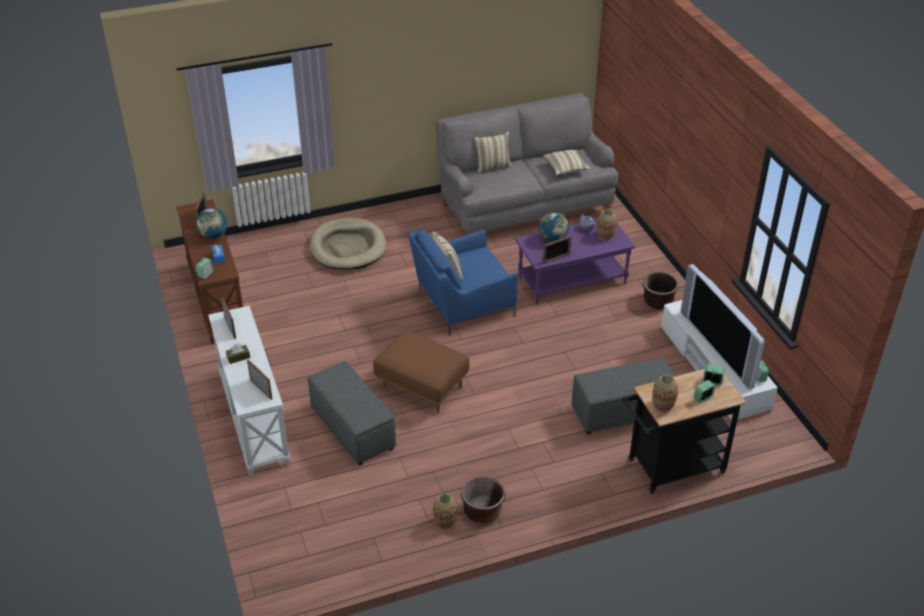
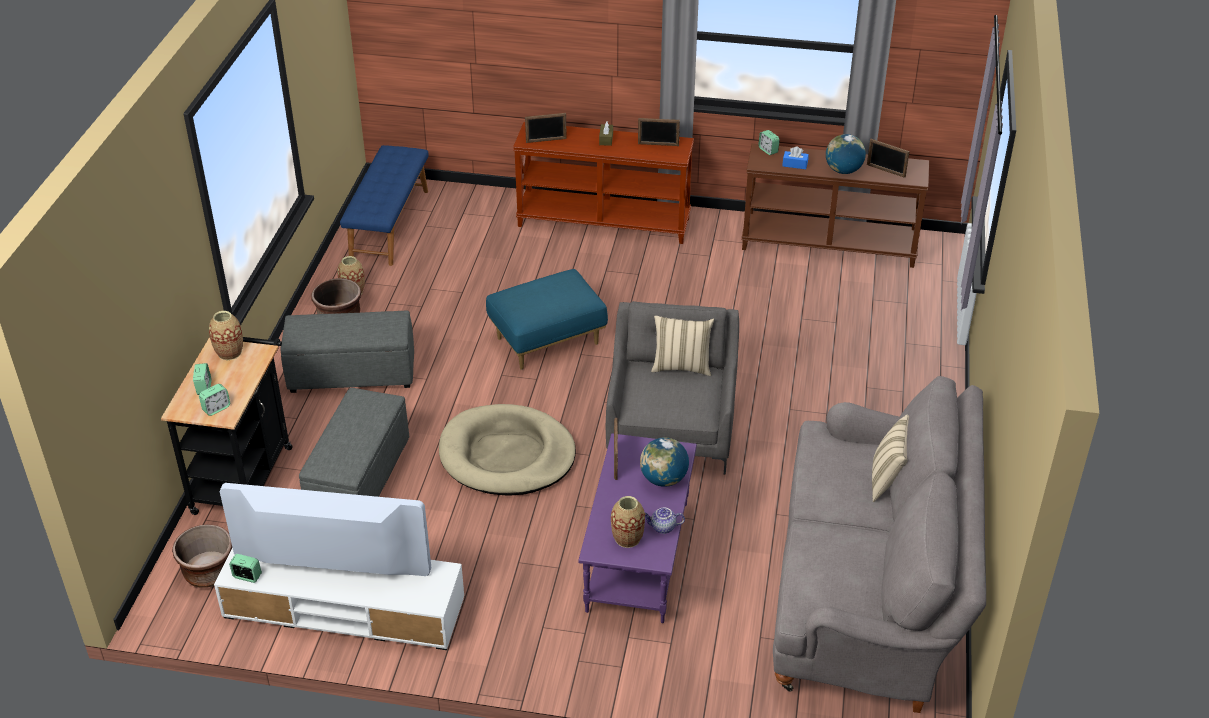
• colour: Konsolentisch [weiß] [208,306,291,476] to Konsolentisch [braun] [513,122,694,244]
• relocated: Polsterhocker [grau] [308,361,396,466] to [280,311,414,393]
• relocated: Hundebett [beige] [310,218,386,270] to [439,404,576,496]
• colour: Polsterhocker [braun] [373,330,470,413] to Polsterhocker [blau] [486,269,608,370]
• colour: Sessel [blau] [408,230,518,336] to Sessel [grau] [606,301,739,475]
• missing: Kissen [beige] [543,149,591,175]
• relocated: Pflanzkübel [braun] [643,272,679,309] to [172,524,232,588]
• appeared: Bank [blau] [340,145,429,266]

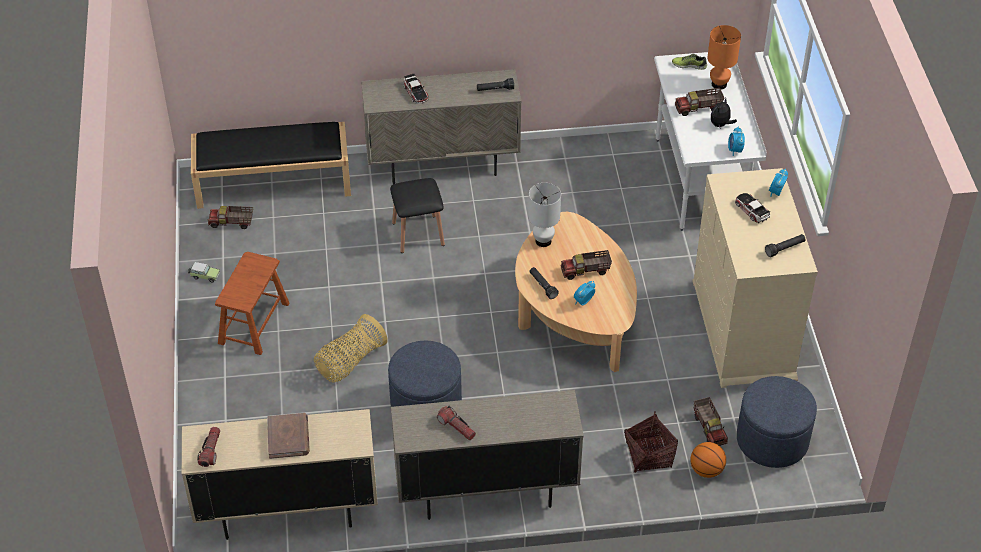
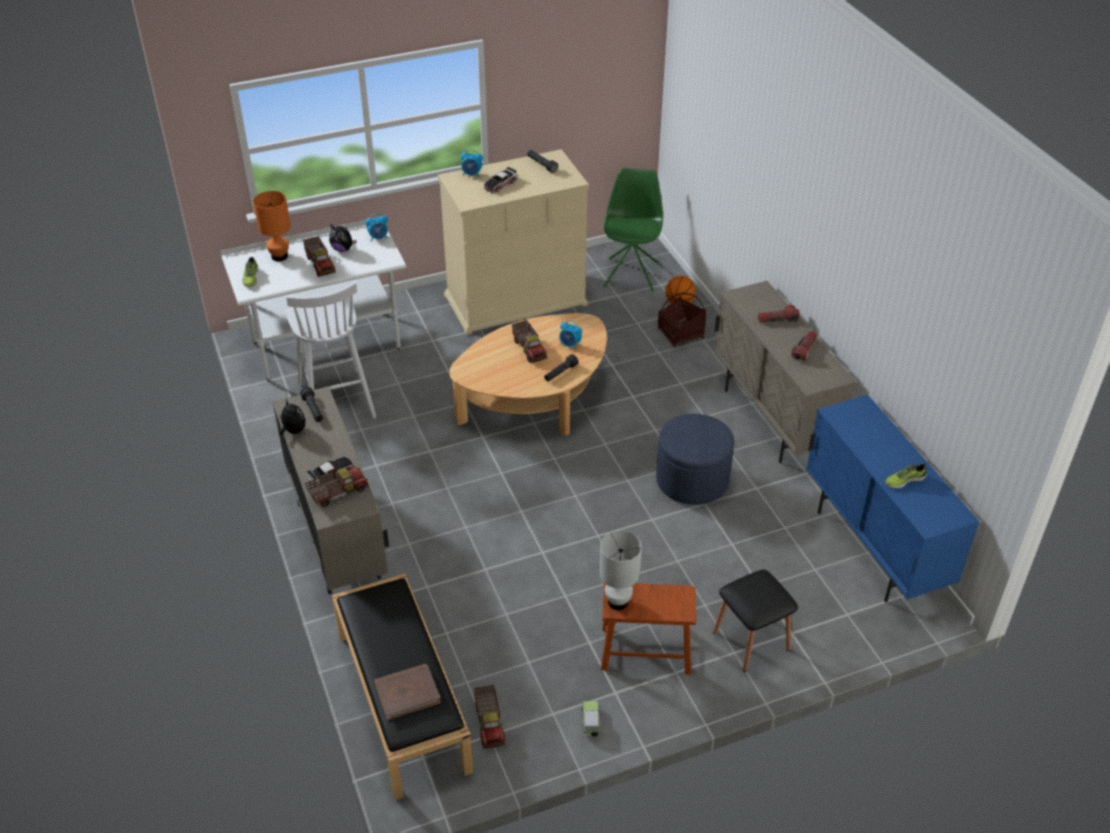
• colour: Schrank [beige] [182,409,378,540] to Schrank [blau] [806,395,979,602]
• relocated: Taschenlampe [197,427,220,467] to [758,305,800,322]
• relocated: Buch [braun] [267,413,310,459] to [374,664,441,720]
• missing: Korb [314,314,388,383]
• relocated: Hocker [schwarz] [390,178,445,253] to [713,570,798,672]
• relocated: Tischlampe [weiß] [528,183,561,247] to [599,530,642,610]
• relocated: Spielzeuglaster [694,397,728,446] to [305,468,368,507]
• exchanged: Polsterhocker [blau] [737,376,817,468] to Stuhl [grün] [603,168,663,292]
• appeared: Plüschtier [279,399,306,435]
• appeared: Hocker [weiß] [284,282,376,418]
• appeared: Schuh [885,463,927,488]

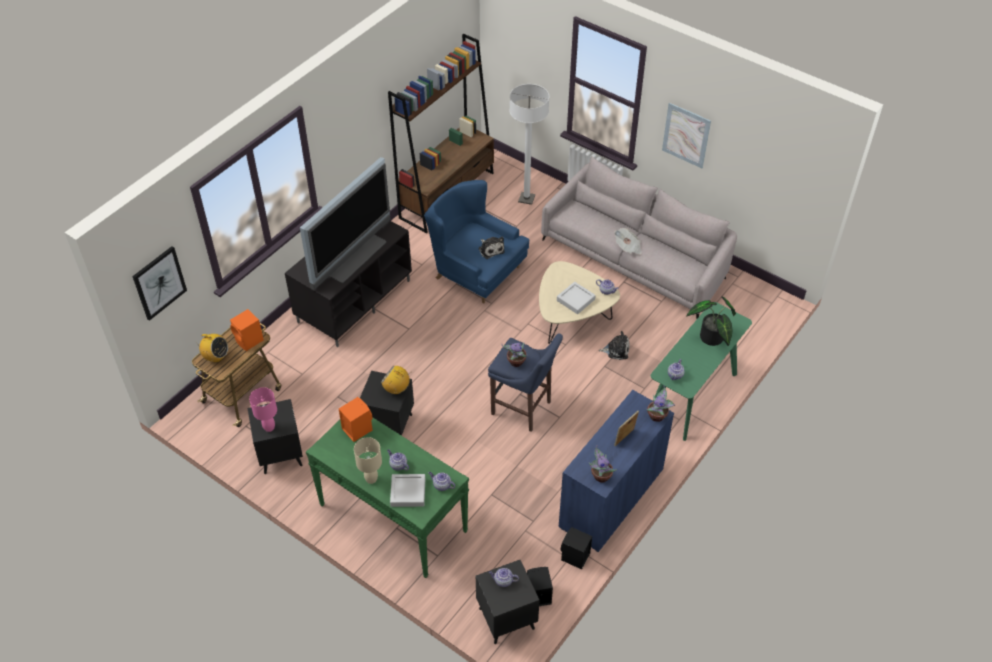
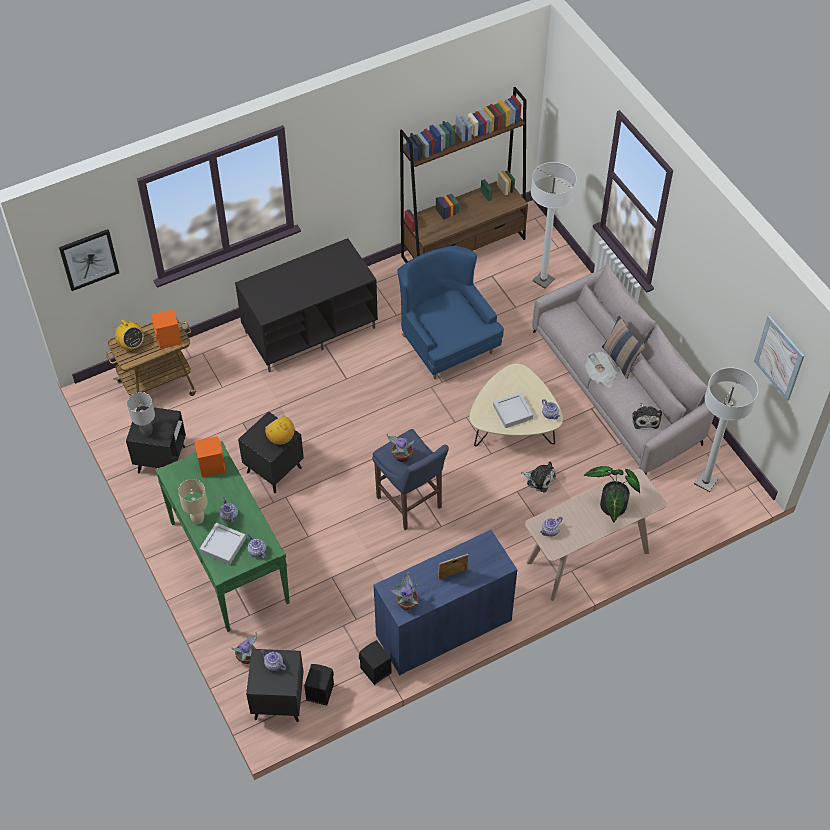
• colour: Tischlampe [rosa] [249,387,277,432] to Tischlampe [grau] [127,392,155,436]
• missing: Fernseher [300,157,391,290]
• relocated: Plüschtier [479,236,505,259] to [632,403,662,429]
• relocated: Topfpflanze [646,386,675,422] to [231,632,257,664]
• colour: Konsolentisch [grün] [651,302,752,441] to Konsolentisch [beige] [525,469,667,601]
• relocated: Bild [662,103,711,168] to [754,316,804,401]
• appeared: Kissen [602,316,645,379]
• appeared: Stehlampe [weiß] [694,367,758,492]

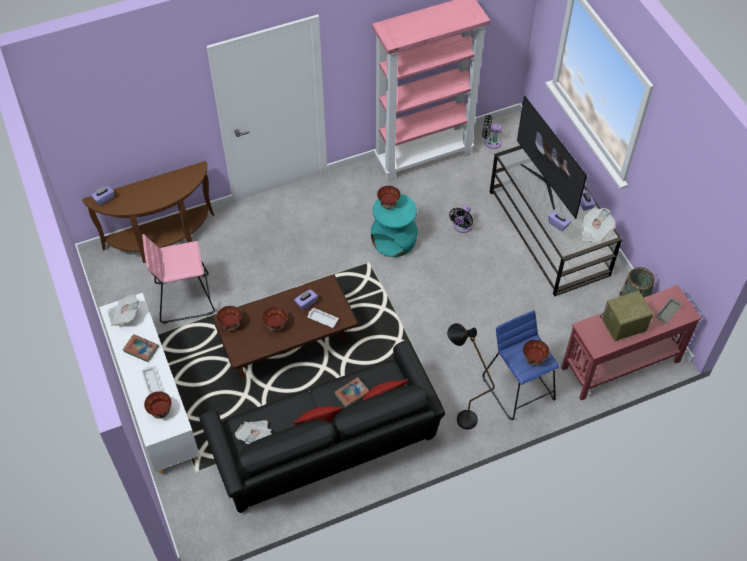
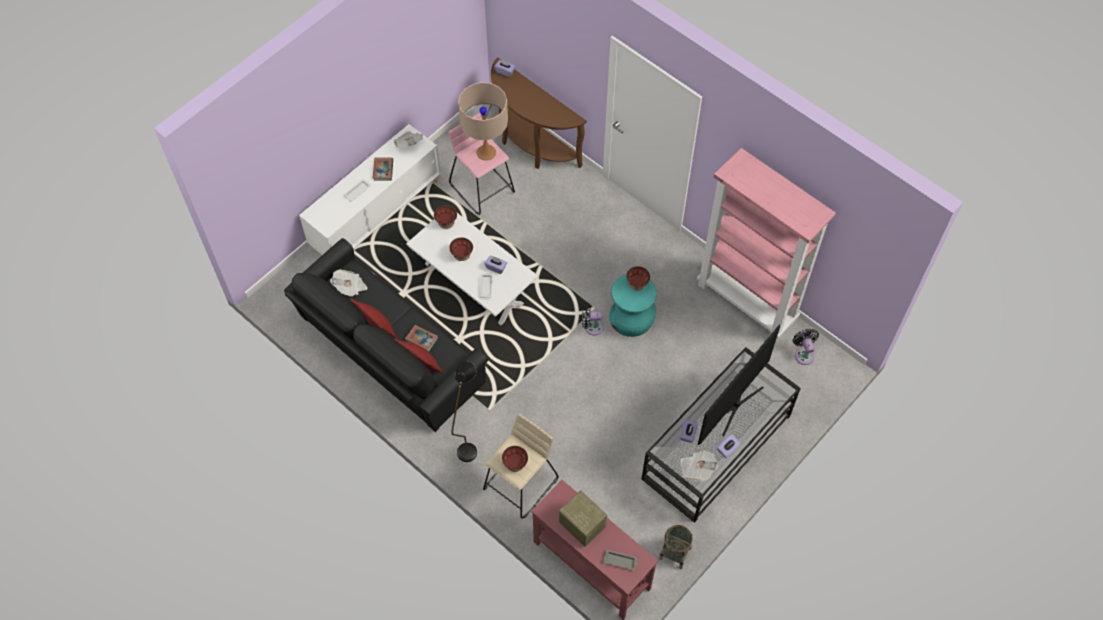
• missing: Schüssel [144,391,172,419]
• colour: Couchtisch [braun] [212,275,359,379] to Couchtisch [weiß] [406,213,538,325]
• relocated: Ventilator [schwarz] [449,205,473,233] to [582,302,604,336]
• colour: Hocker [blau] [482,310,560,420] to Hocker [beige] [483,414,559,519]
• appeared: Tischlampe [beige] [458,82,508,160]

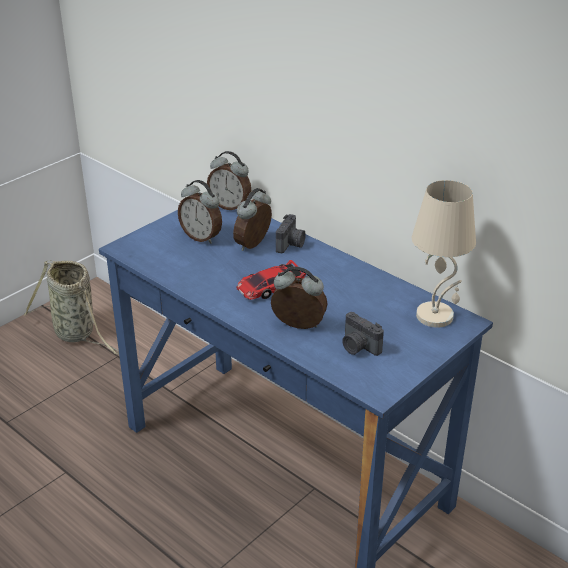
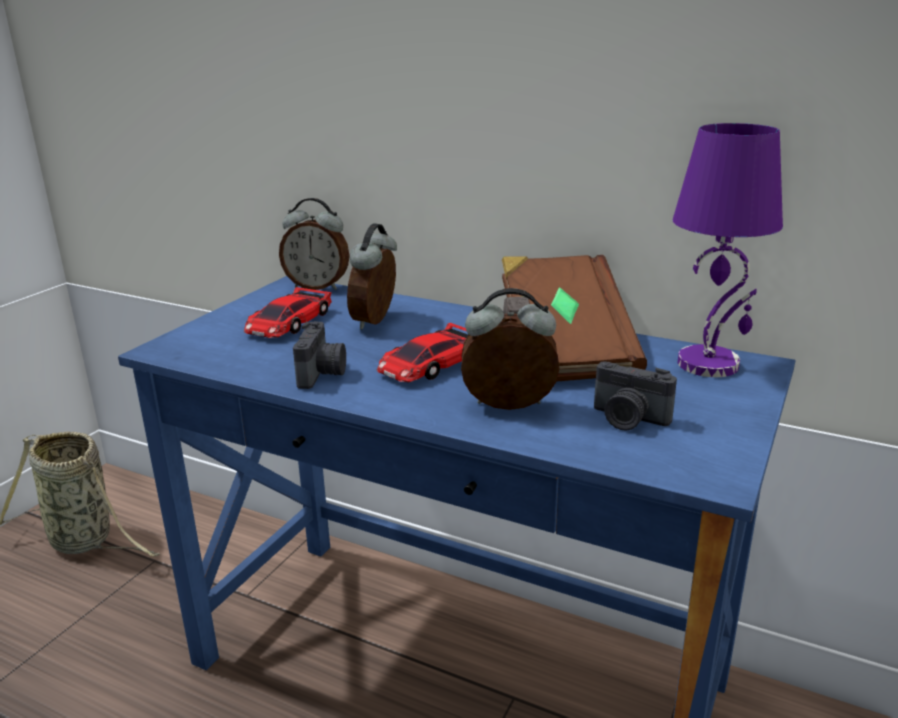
• exchanged: Wecker [178,180,222,244] to Spielzeugauto [244,287,332,338]
• relocated: Kamera [276,214,306,253] to [293,321,346,389]
• colour: Tischlampe [beige] [412,180,476,328] to Tischlampe [lila] [673,123,783,377]
• appeared: Buch [braun] [502,255,647,382]

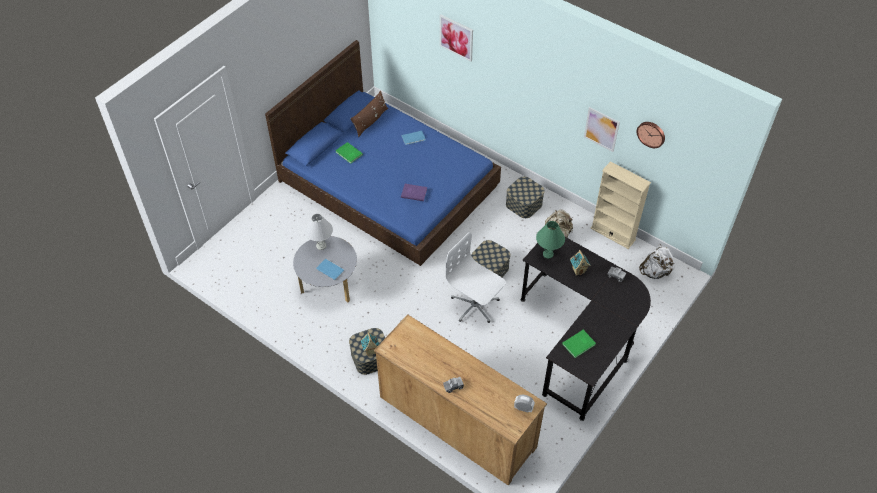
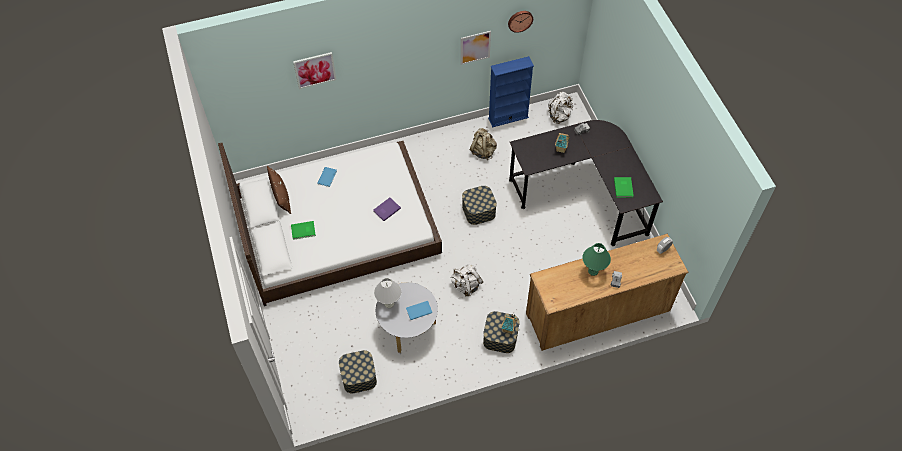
• colour: Bett [blau] [265,40,501,266] to Bett [weiß] [218,141,442,306]
• missing: Bürostuhl [weiß] [445,232,506,323]
• relocated: Aufbewahrungsbox [506,177,545,218] to [339,350,377,393]
• relocated: Tischlampe [grün] [536,221,565,259] to [582,243,611,276]
• colour: Bücherregal [beige] [590,161,651,249] to Bücherregal [blau] [488,56,534,127]
• appeared: Rucksack [weiß] [450,264,483,296]

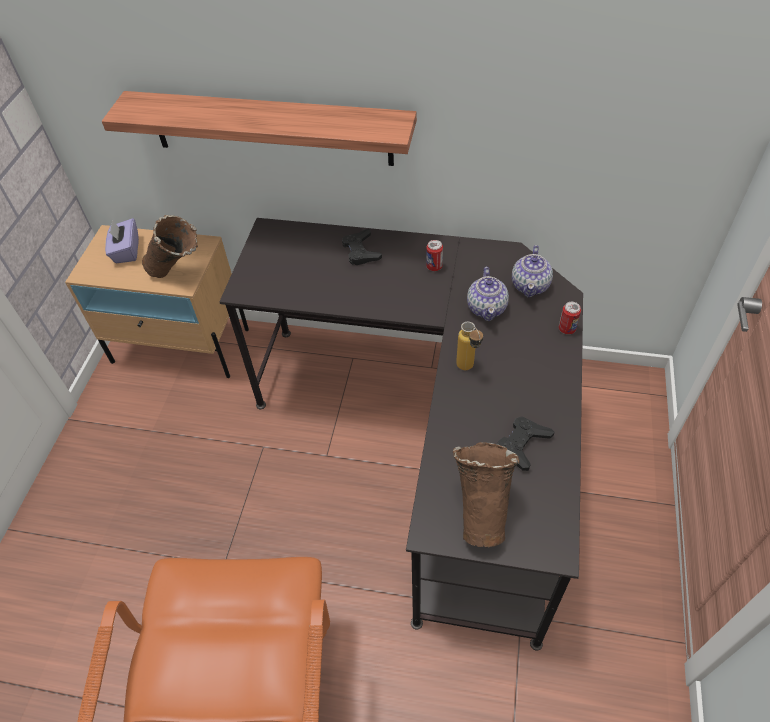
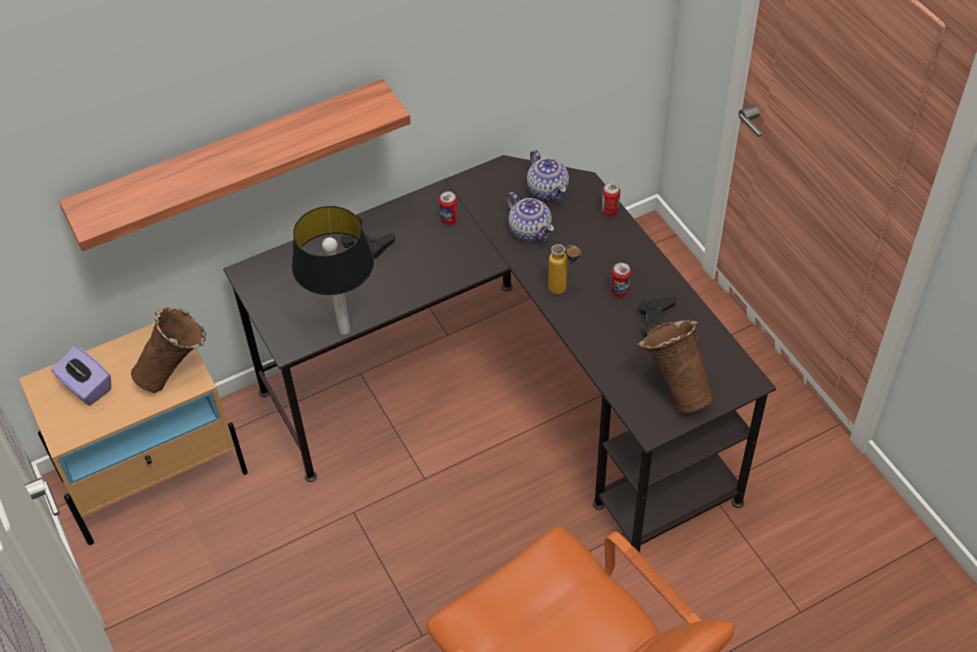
• appeared: Tischlampe [292,206,374,335]
• appeared: Dose [611,263,631,297]

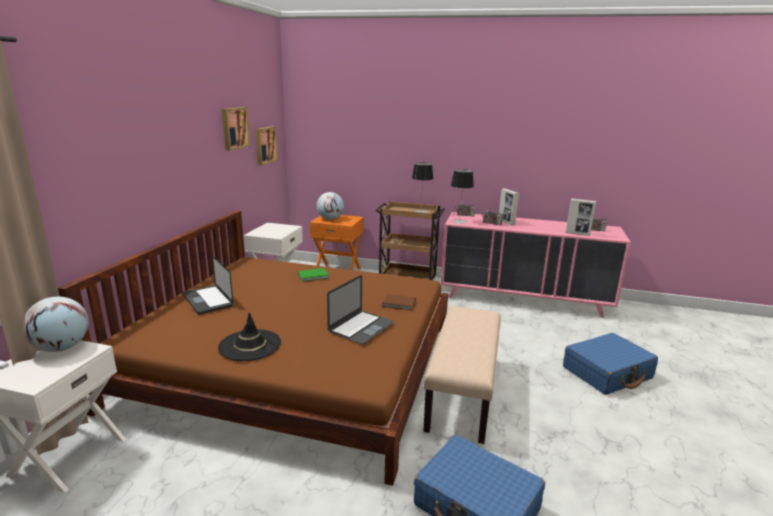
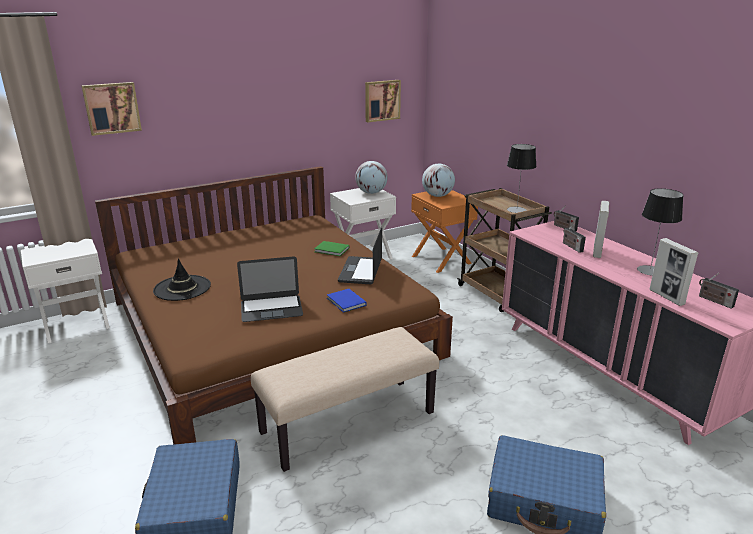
• relocated: Globus [24,296,89,352] to [355,161,388,194]
• relocated: Laptop [182,256,233,314] to [338,227,382,284]
• relocated: Bild [222,107,250,150] to [81,82,142,136]
• colour: Buch [braun] [382,294,416,310] to Buch [blau] [327,289,367,313]
• relocated: Tischlampe [451,169,474,224] to [637,188,684,276]

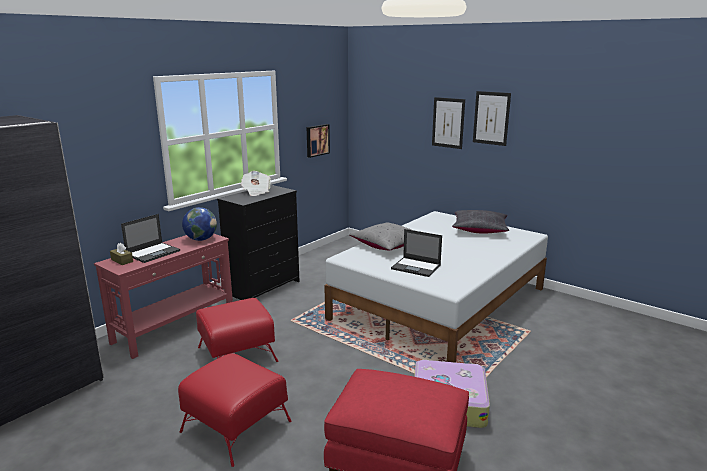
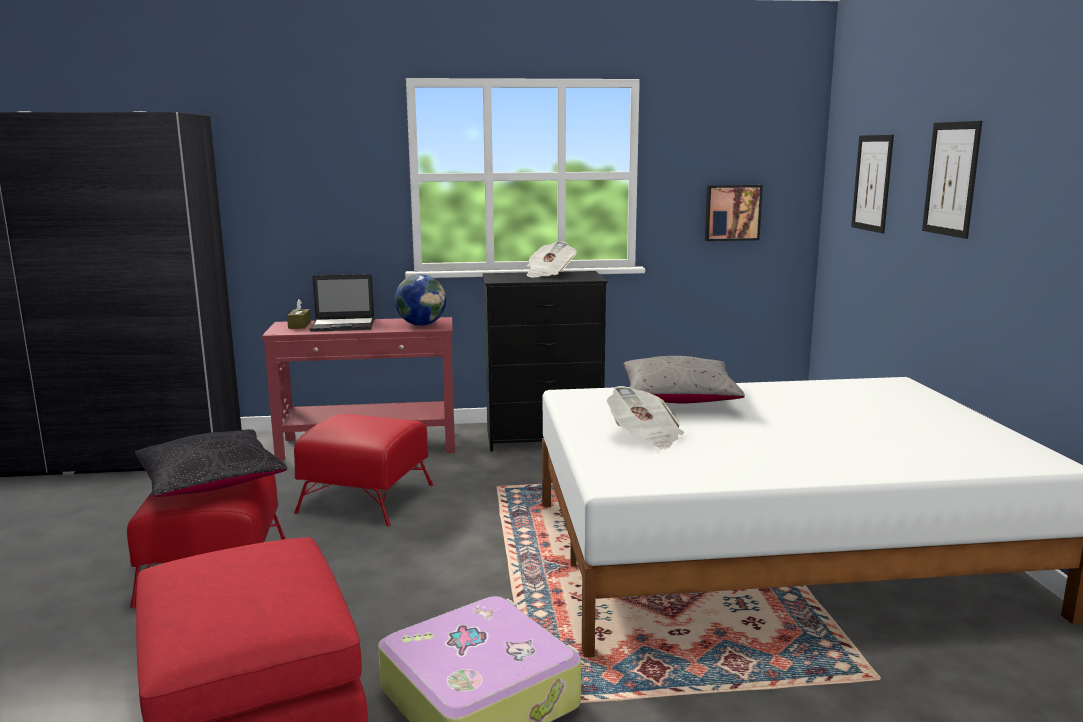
• exchanged: Laptop [391,229,442,277] to Zeitung [607,386,684,450]
• relocated: Kissen [schwarz] [452,210,509,234] to [135,429,287,497]
• relocated: Bild [473,91,511,146] to [851,135,894,233]

